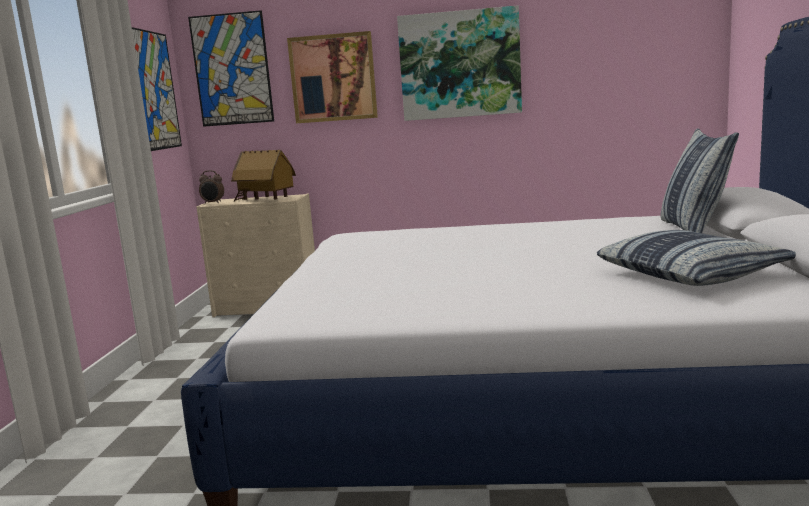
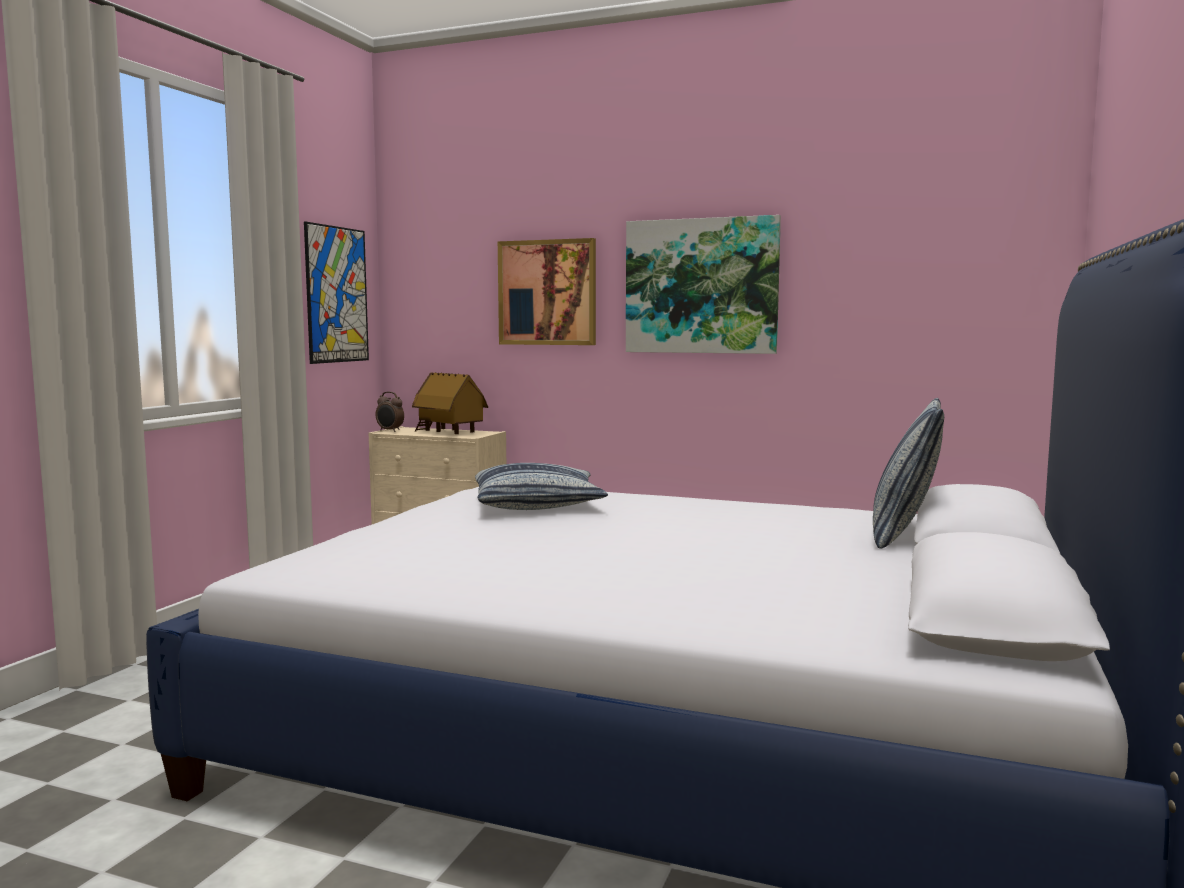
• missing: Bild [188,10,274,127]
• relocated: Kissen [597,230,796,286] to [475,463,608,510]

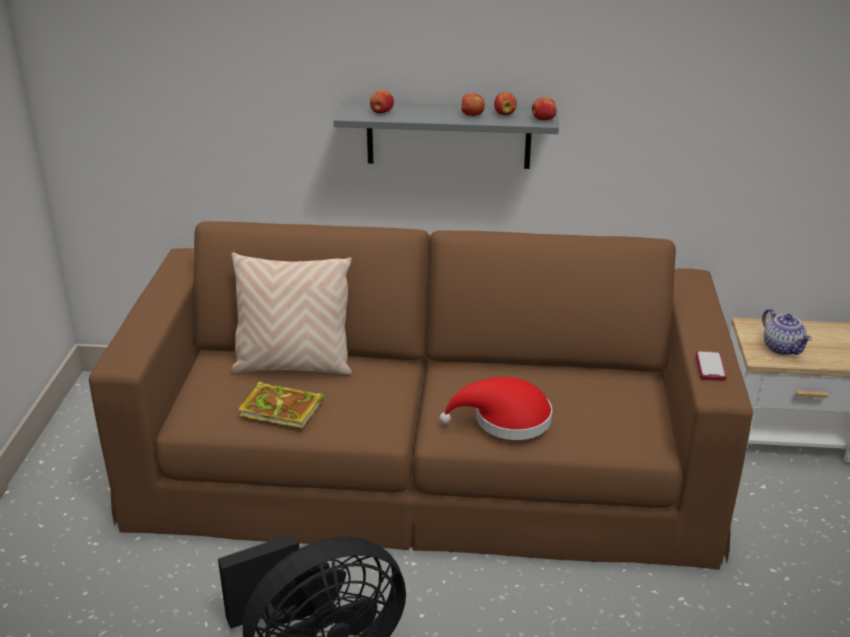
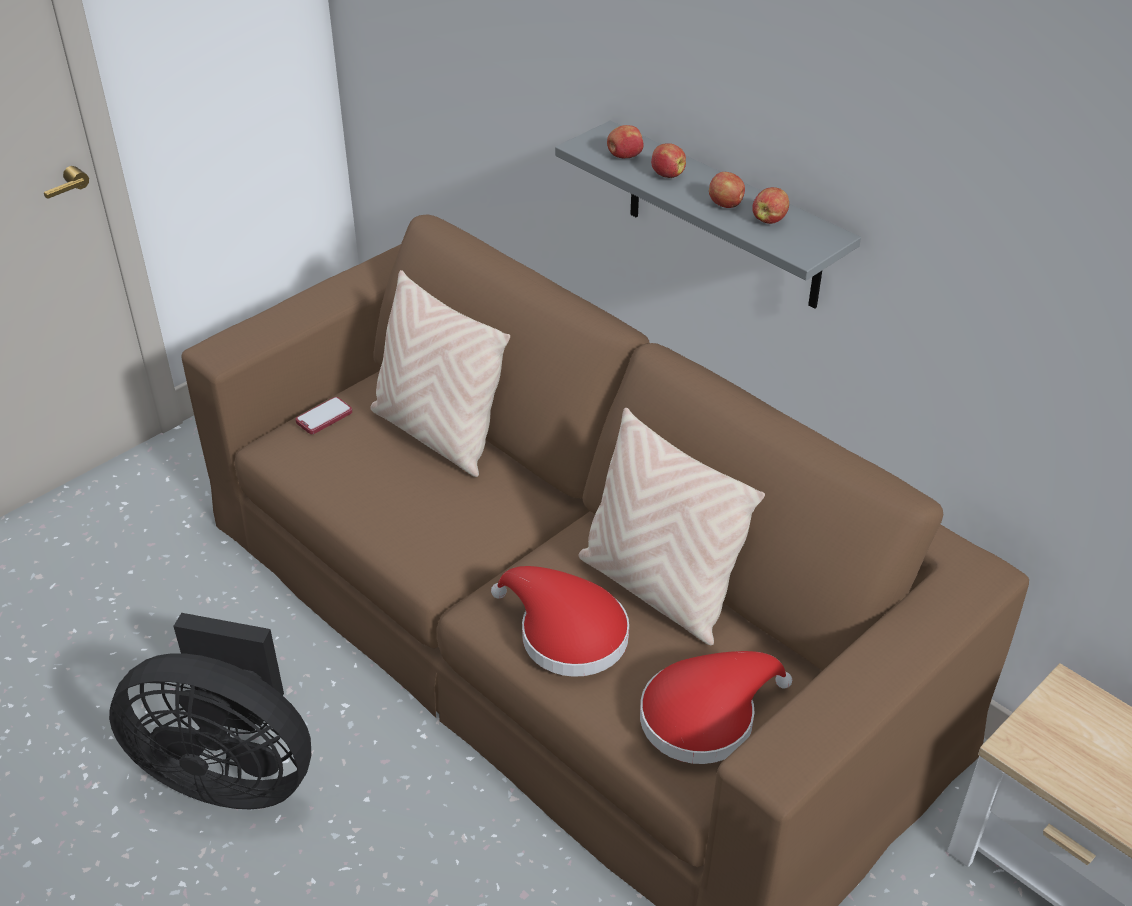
• missing: Buch [238,381,324,428]
• relocated: Apfel [532,97,556,121] to [651,143,686,178]
• relocated: Handy [696,351,727,381] to [296,397,352,434]
• missing: Teekanne [762,309,812,356]
• appeared: Kissen [beige] [578,408,765,645]
• appeared: Hut [rot] [640,651,792,764]

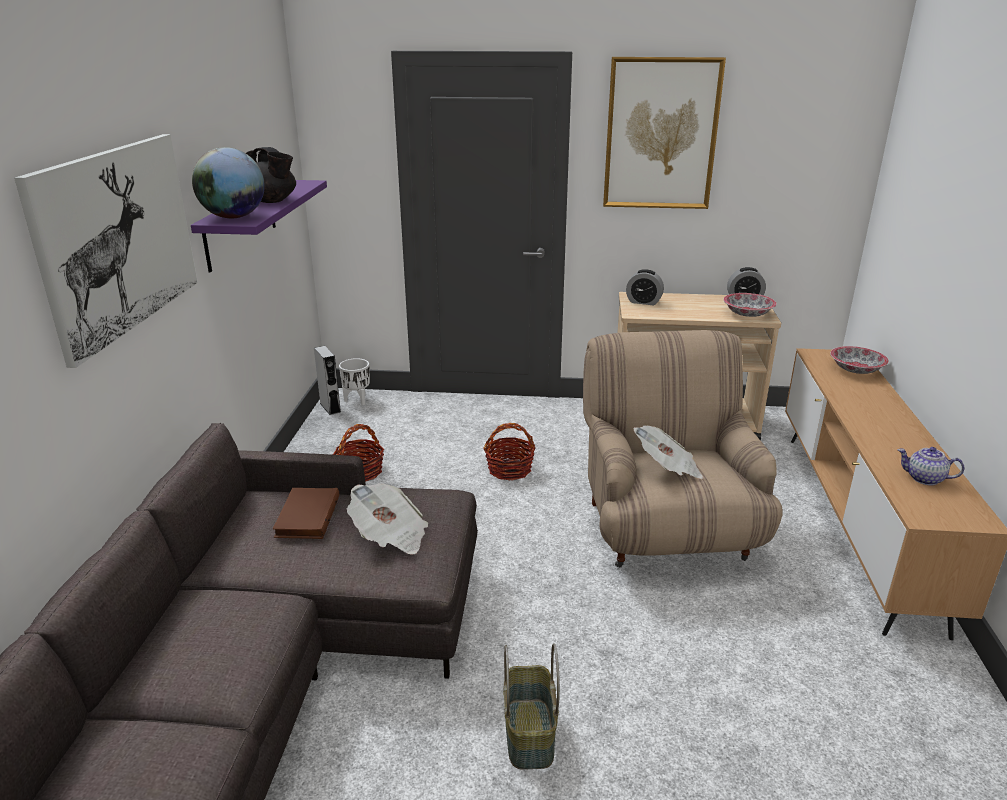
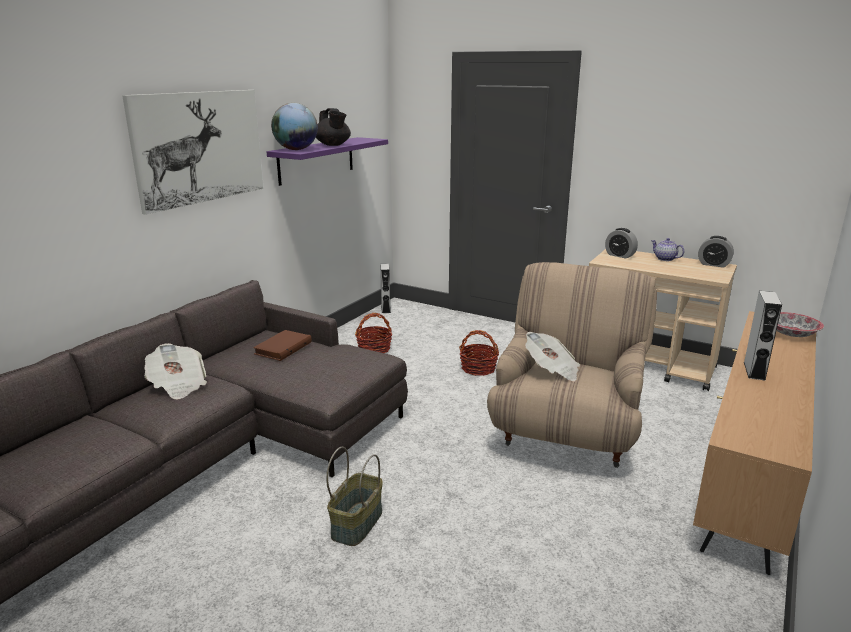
• missing: Pflanzkübel [weiß] [339,358,370,405]
• relocated: Zeitung [347,483,429,555] to [144,343,207,399]
• missing: Bild [603,57,726,209]
• missing: Schüssel [723,293,776,317]
• relocated: Teekanne [898,447,964,485] to [651,238,685,261]
• appeared: Lautsprecher [grau] [744,291,782,381]

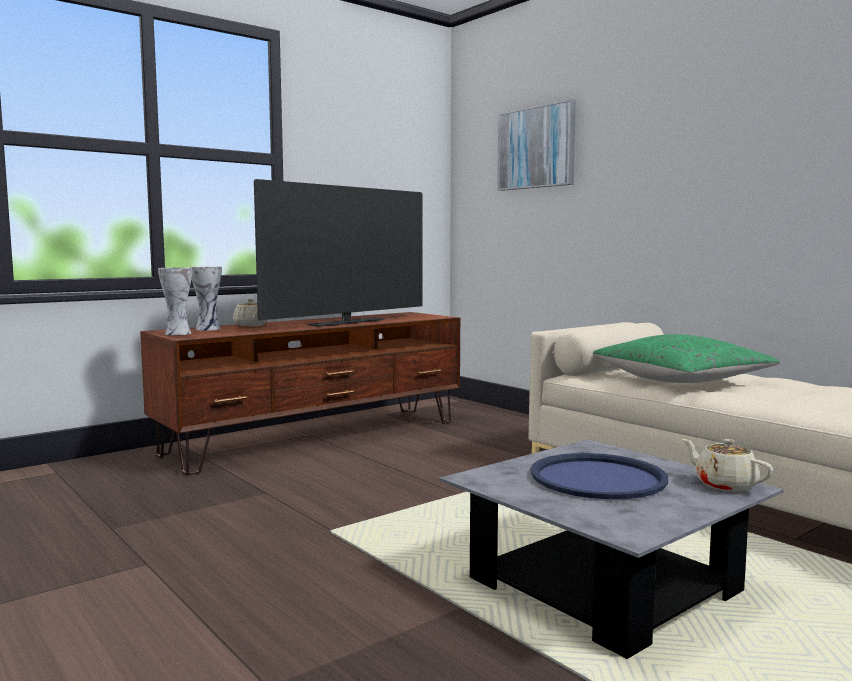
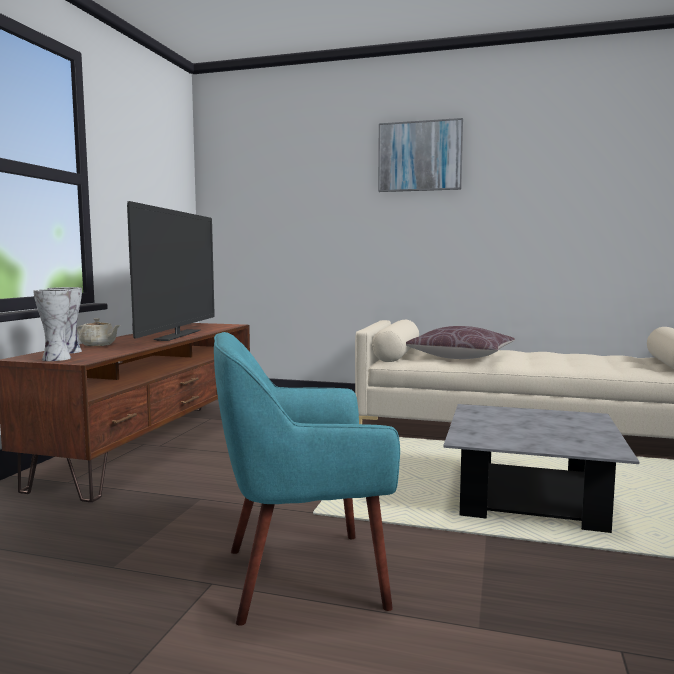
• relocated: Bild [497,99,576,191] to [378,118,463,192]
• missing: Tablett [blau] [531,453,668,499]
• colour: Kissen [grün] [593,334,780,383] to Kissen [braun] [406,326,515,359]
• missing: Teekanne [beige] [682,439,773,492]
• appeared: Sessel [türkis] [214,332,400,626]

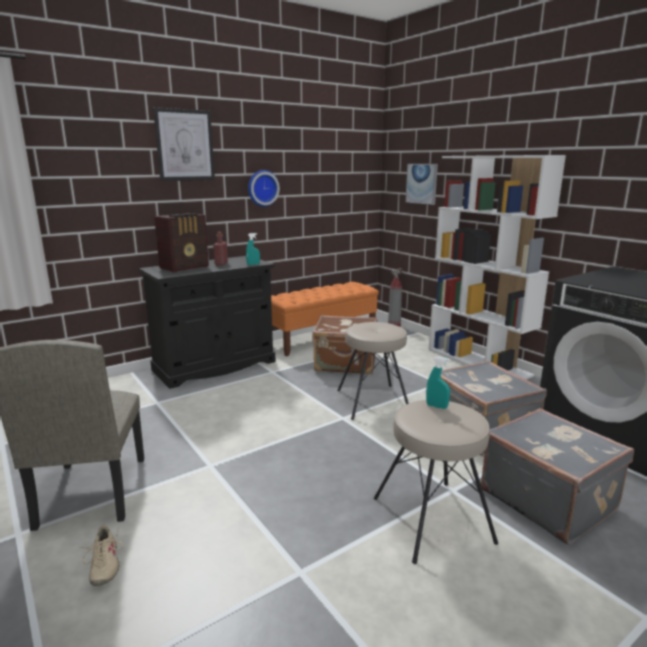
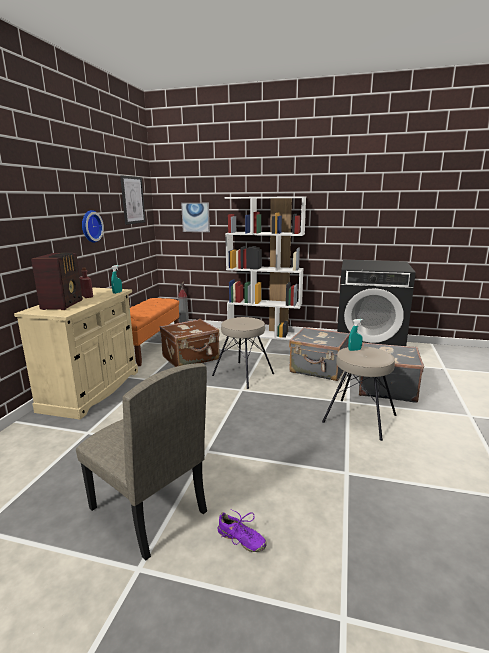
• colour: Schuh [beige] [80,525,123,586] to Schuh [lila] [218,509,267,552]
• colour: Schrank [schwarz] [139,256,276,389] to Schrank [beige] [14,287,138,420]
• relocated: Bild [153,107,215,181] to [120,175,145,225]

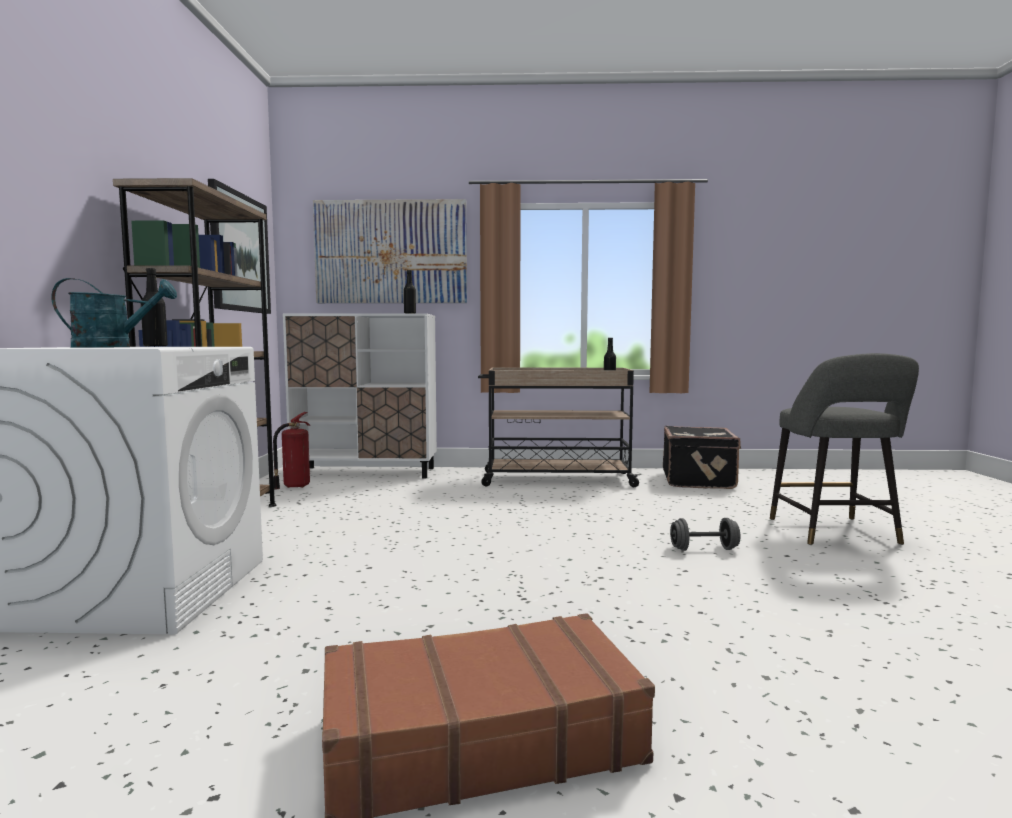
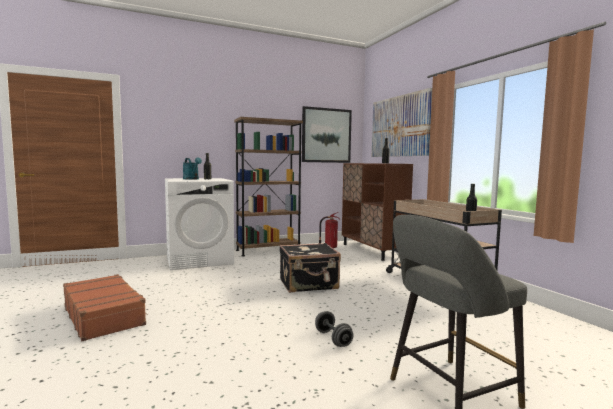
• colour: Schrank [weiß] [283,313,437,479] to Schrank [braun] [342,163,413,261]
• relocated: Koffer [schwarz] [663,426,741,489] to [280,243,341,293]

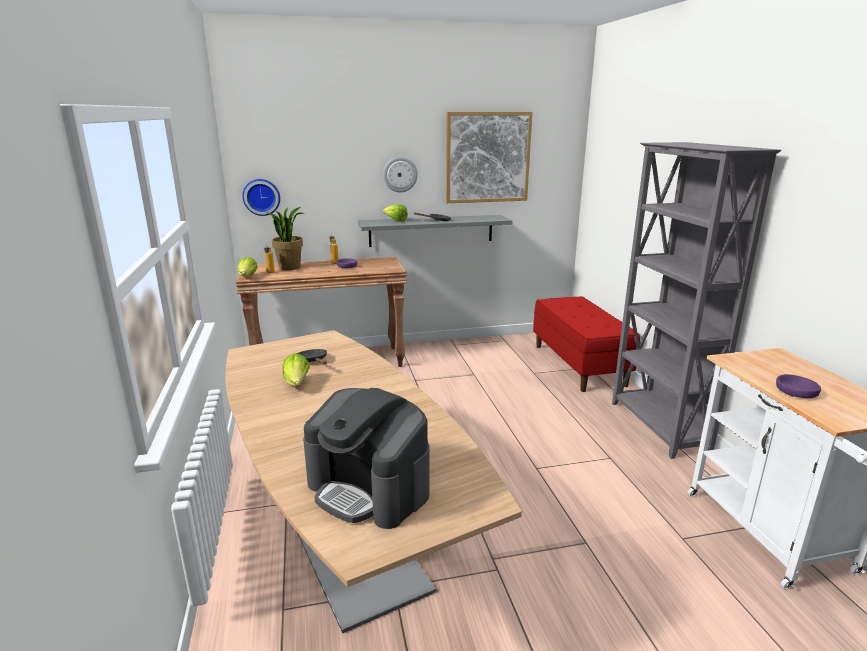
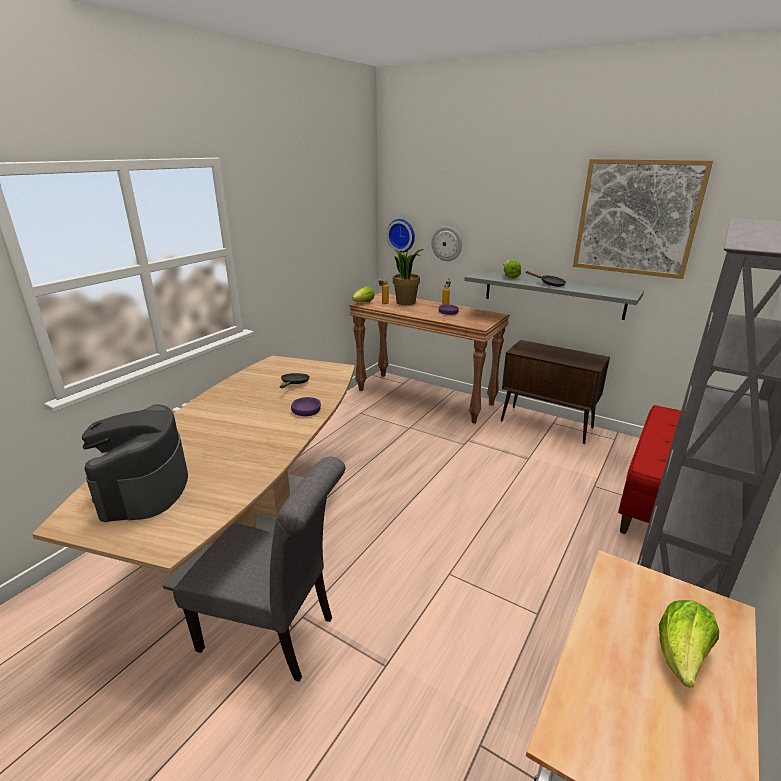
• relocated: Salatkopf [282,353,310,386] to [659,600,719,688]
• relocated: Wanduhr [383,157,418,192] to [432,226,462,261]
• relocated: Schüssel [lila] [776,374,821,398] to [291,397,321,416]
• appeared: Stuhl [grau] [173,457,345,682]
• appeared: Schrank [braun] [501,340,610,444]

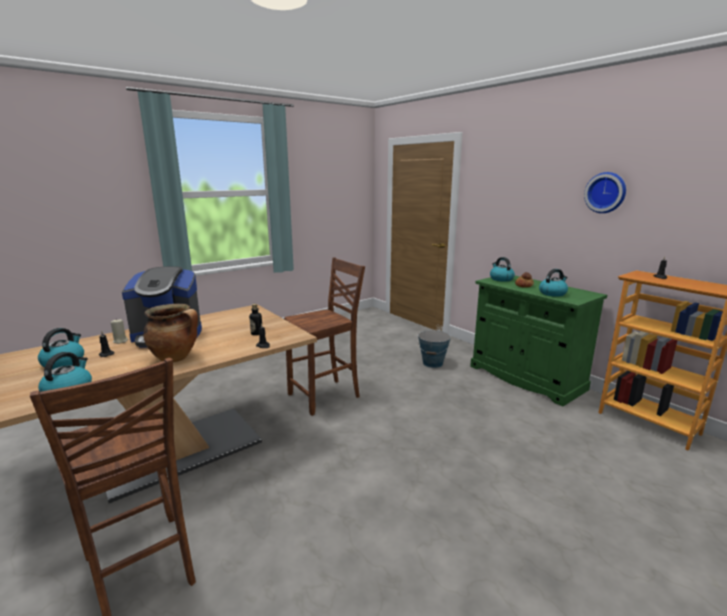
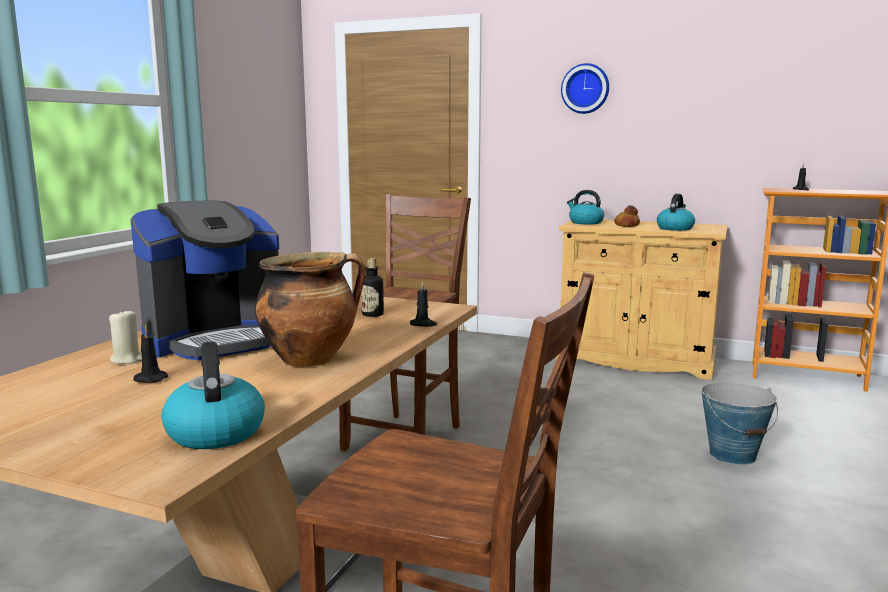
• missing: Wasserkessel [38,328,84,369]
• relocated: Eimer [417,330,451,368] to [701,382,778,465]
• colour: Schrank [grün] [470,276,607,406] to Schrank [beige] [556,219,728,380]
• relocated: Wanduhr [584,172,626,213] to [561,63,609,114]

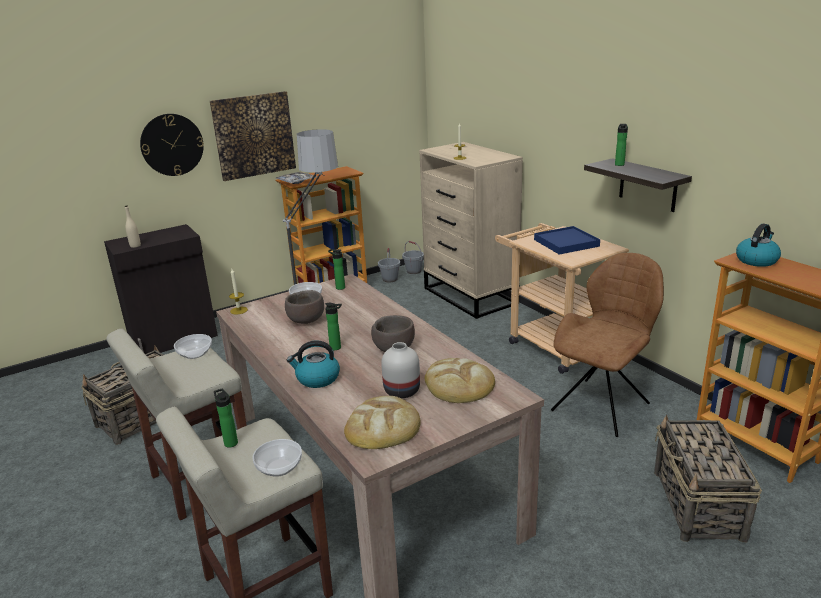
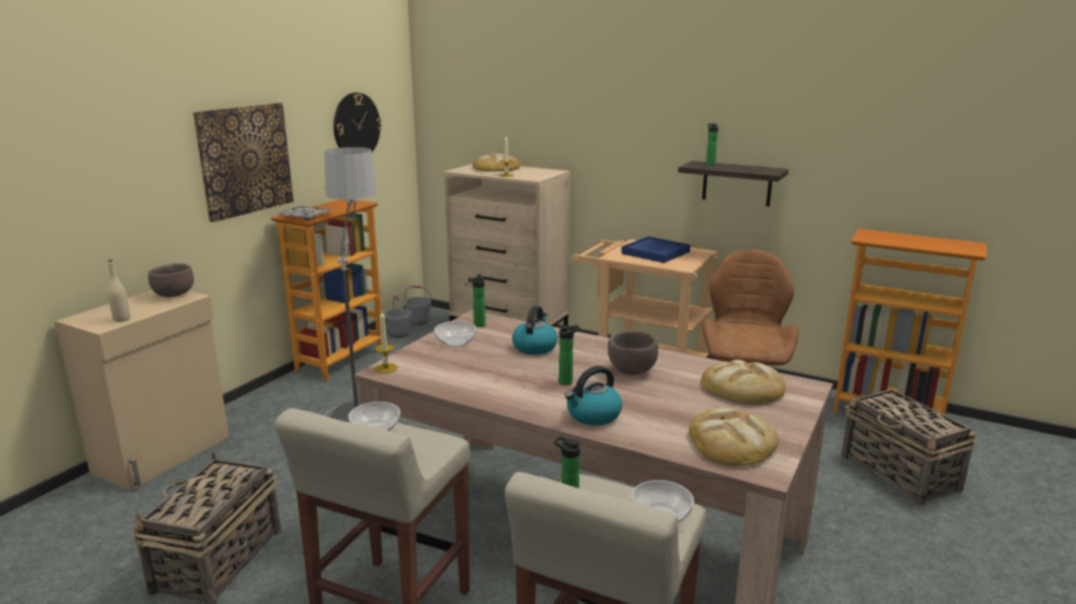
• colour: Schrank [schwarz] [104,224,218,354] to Schrank [beige] [54,290,229,491]
• relocated: Wanduhr [140,114,204,176] to [333,93,382,152]
• relocated: Schüssel [braun] [285,290,324,324] to [148,263,194,297]
• missing: Vase [weiß] [381,342,420,398]
• relocated: Wasserkessel [736,224,781,267] to [512,306,558,355]
• appeared: Brot [473,153,520,172]

